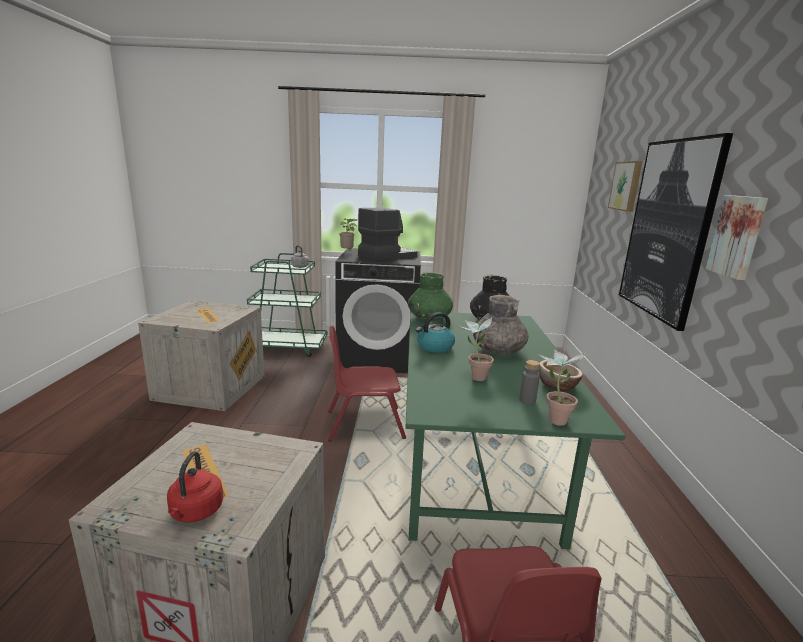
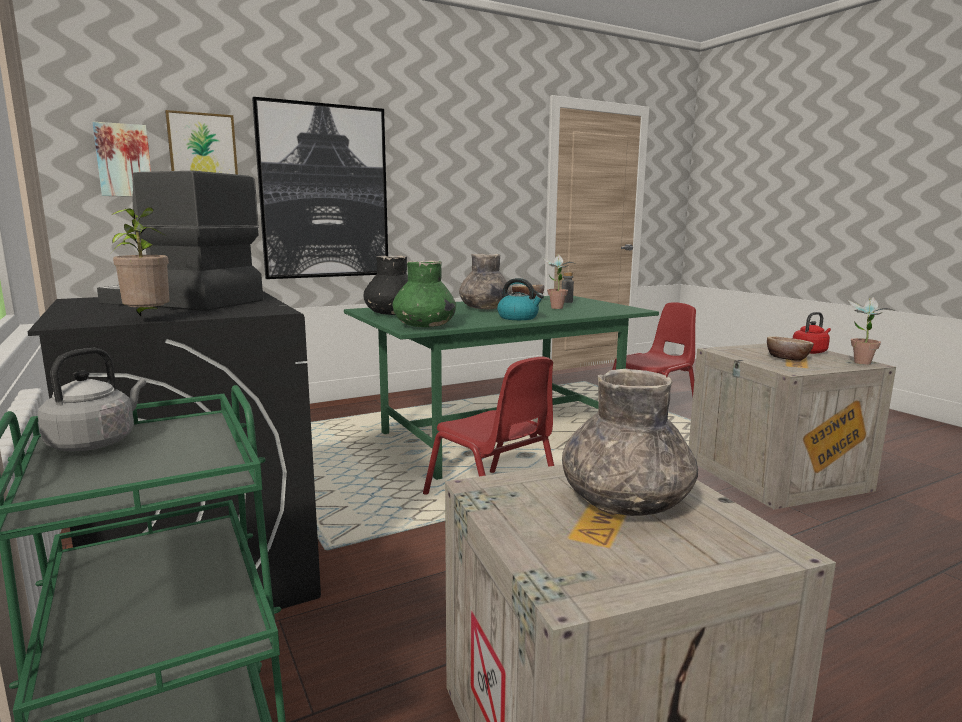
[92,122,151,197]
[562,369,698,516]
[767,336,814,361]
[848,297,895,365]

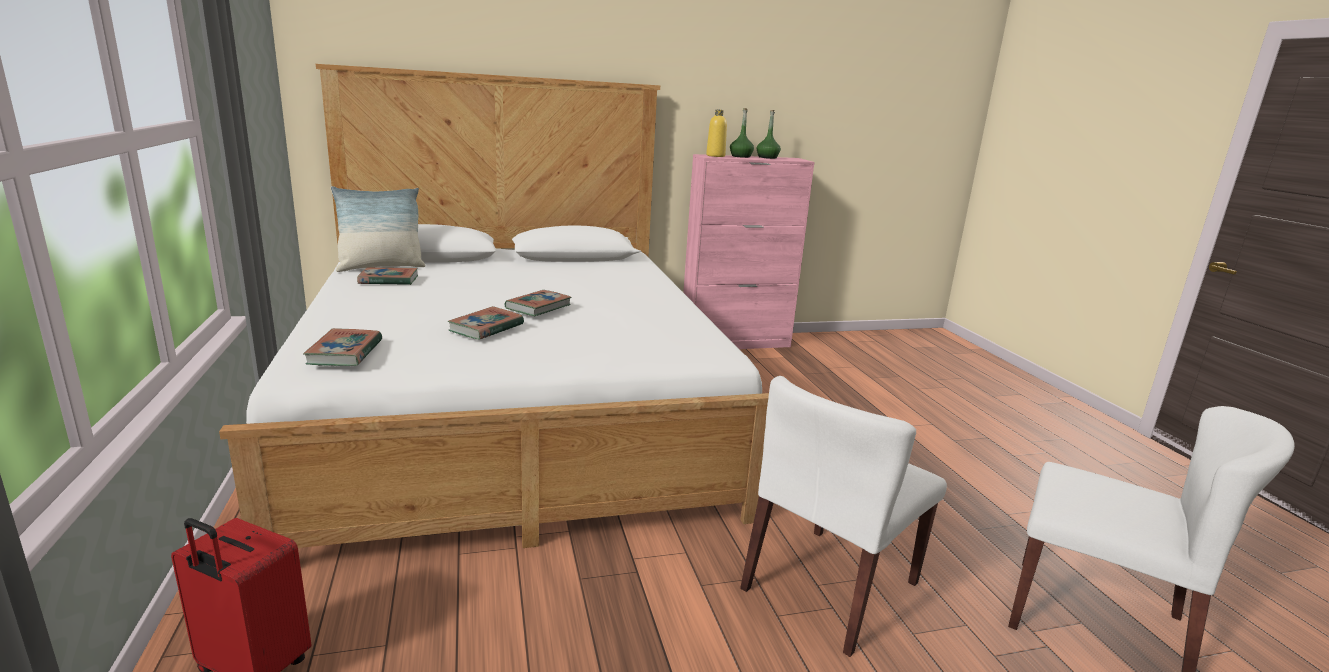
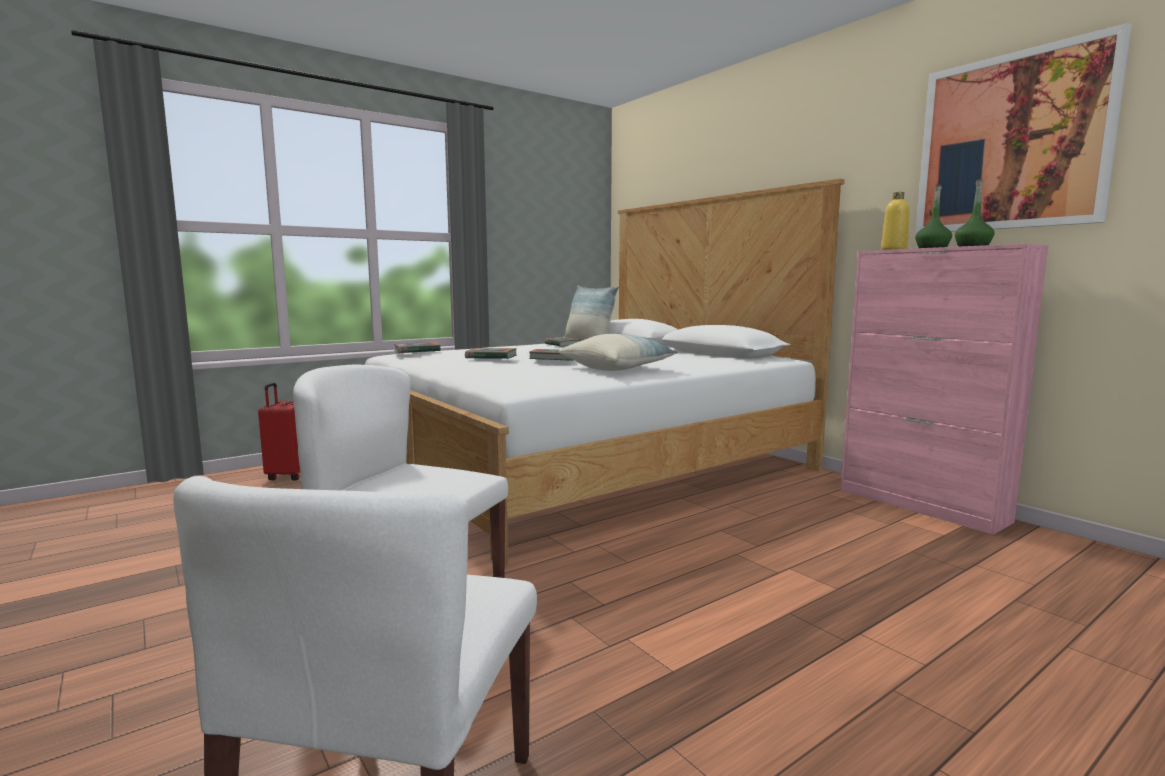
[559,334,678,371]
[915,23,1132,234]

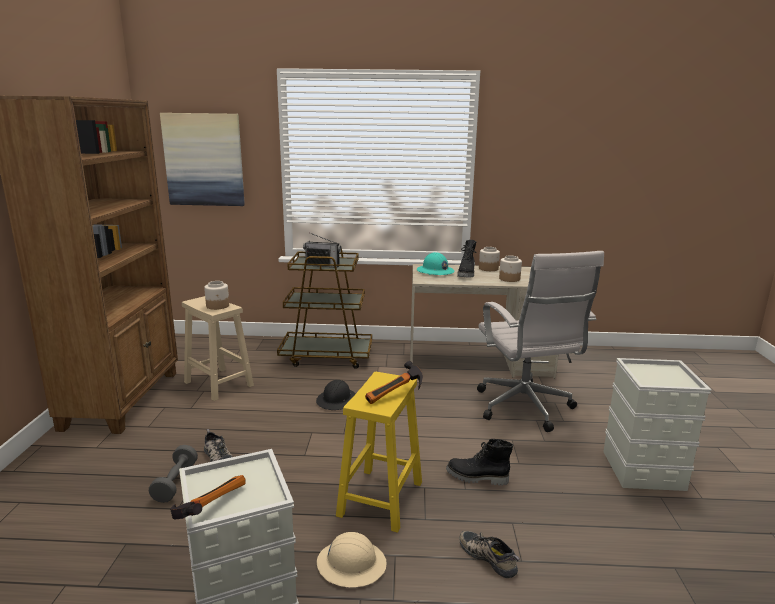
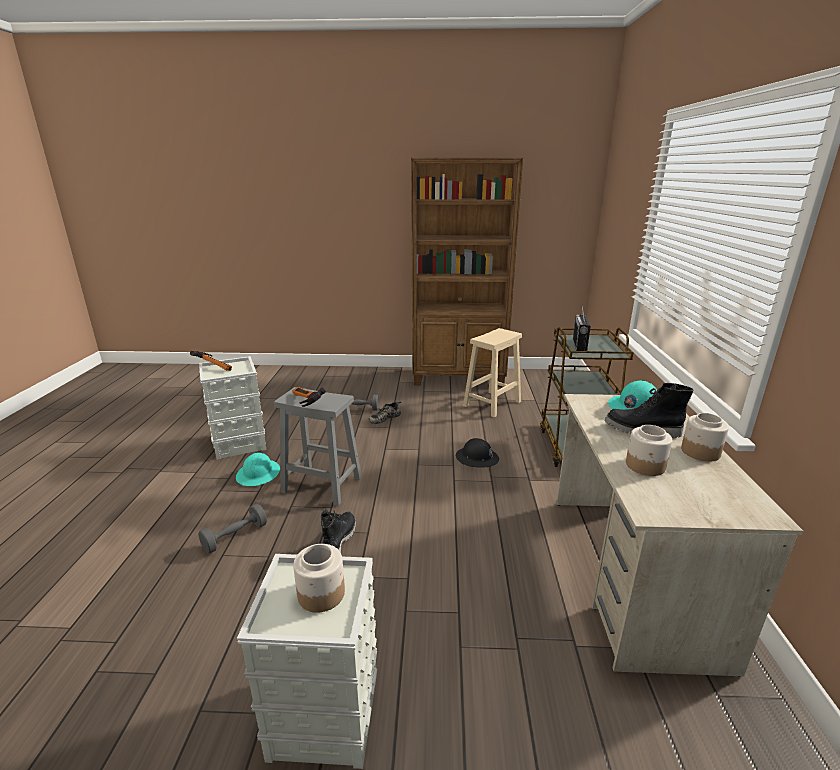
[198,504,267,553]
[236,453,280,486]
[274,387,362,506]
[293,544,345,613]
[160,113,245,206] (first image)
[477,251,604,432] (first image)

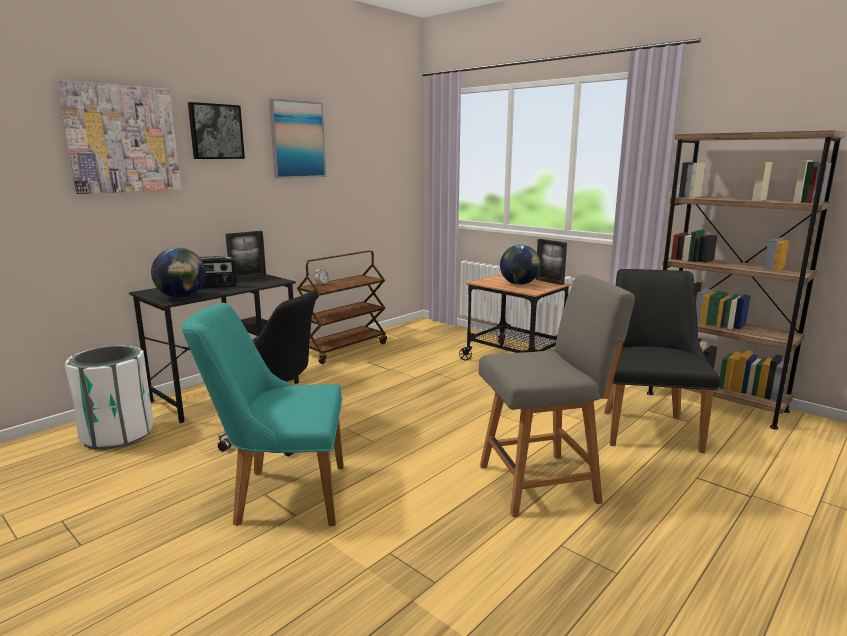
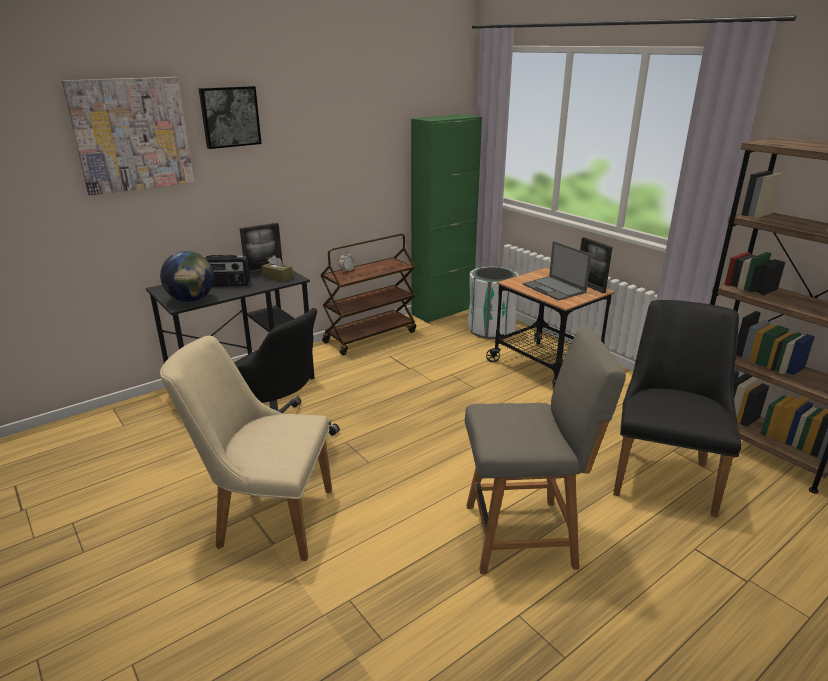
[160,336,332,561]
[262,255,293,282]
[411,114,482,323]
[467,267,519,339]
[523,241,592,301]
[269,99,326,179] (first image)

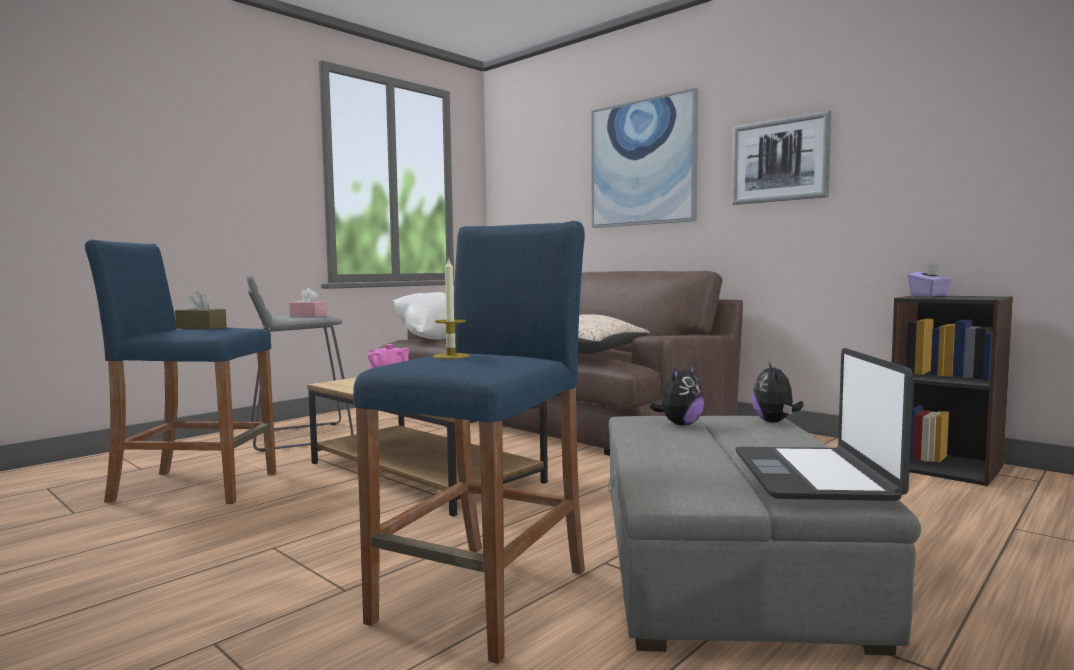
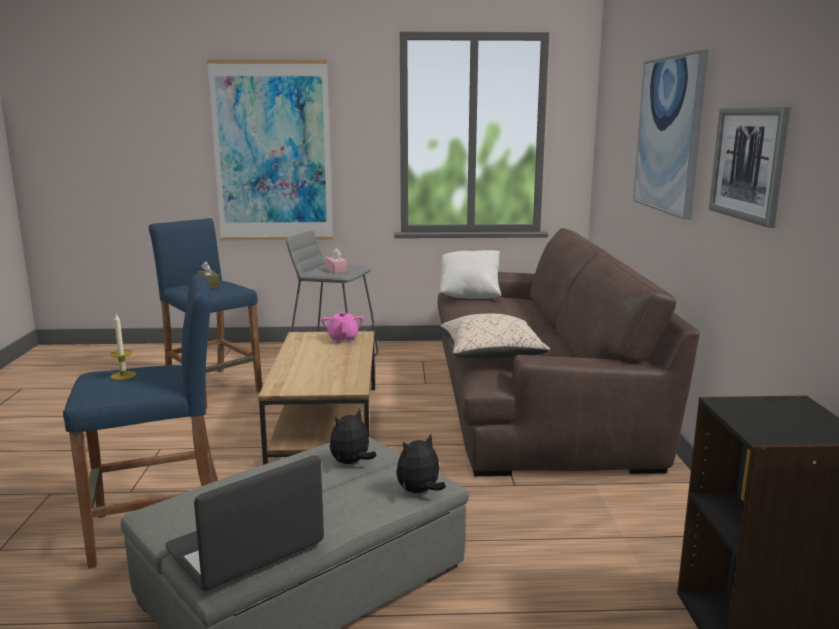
[207,60,333,240]
[330,409,376,464]
[908,264,952,297] (first image)

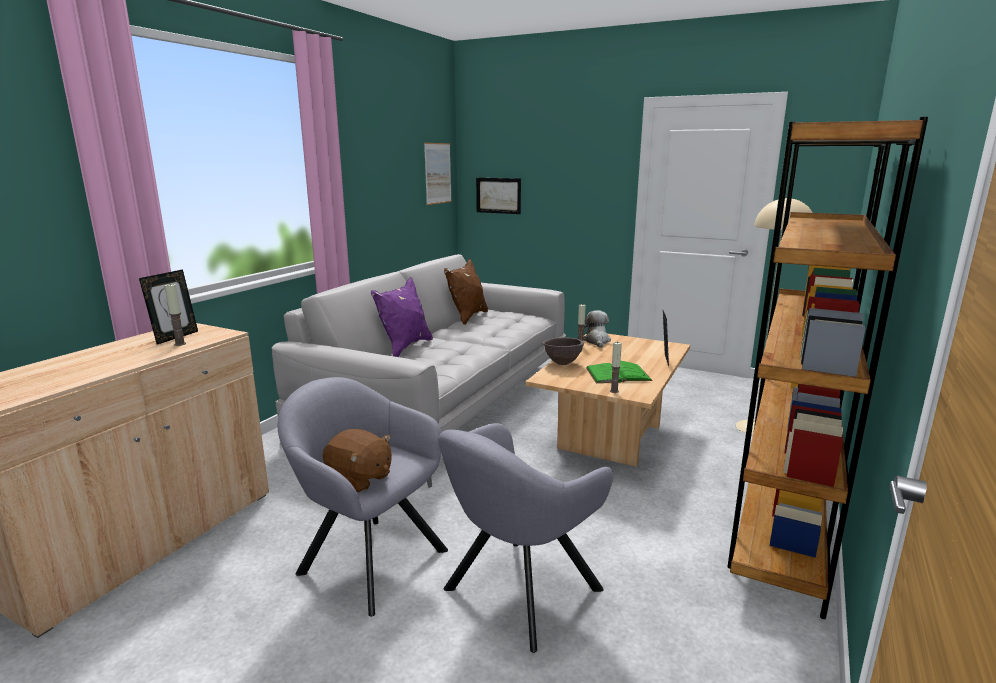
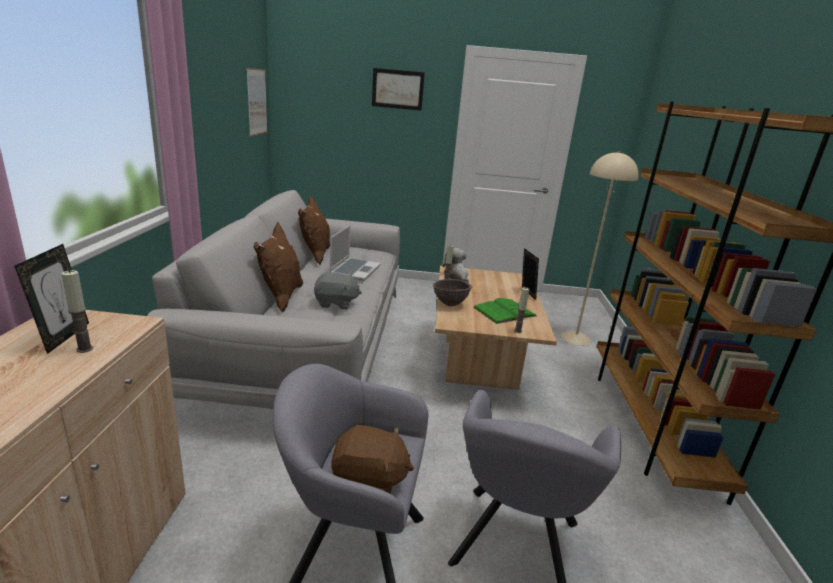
[254,222,303,312]
[314,272,362,309]
[330,225,381,281]
[372,68,425,111]

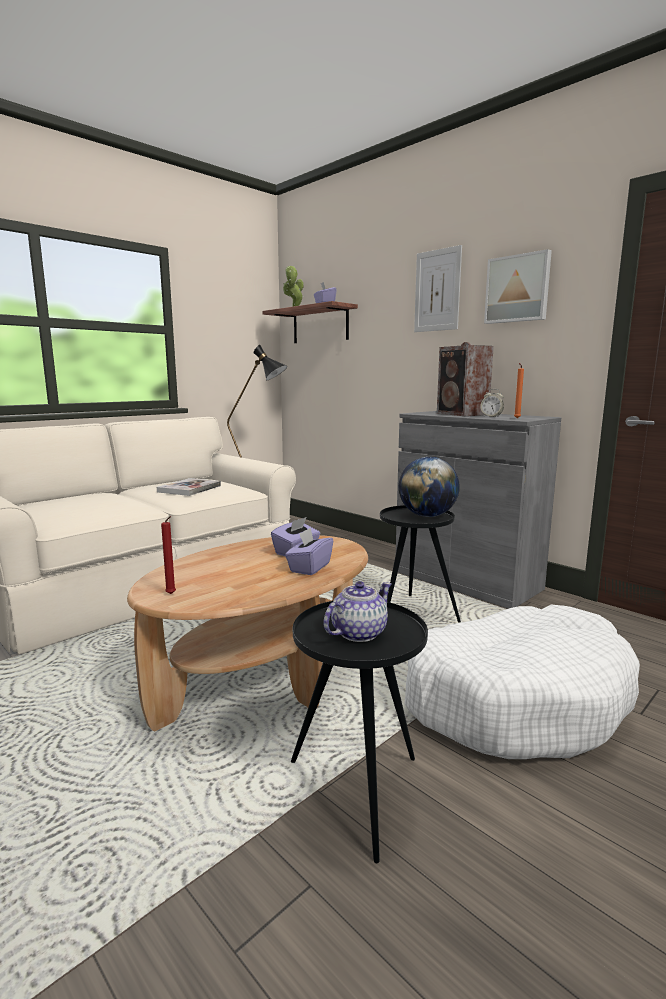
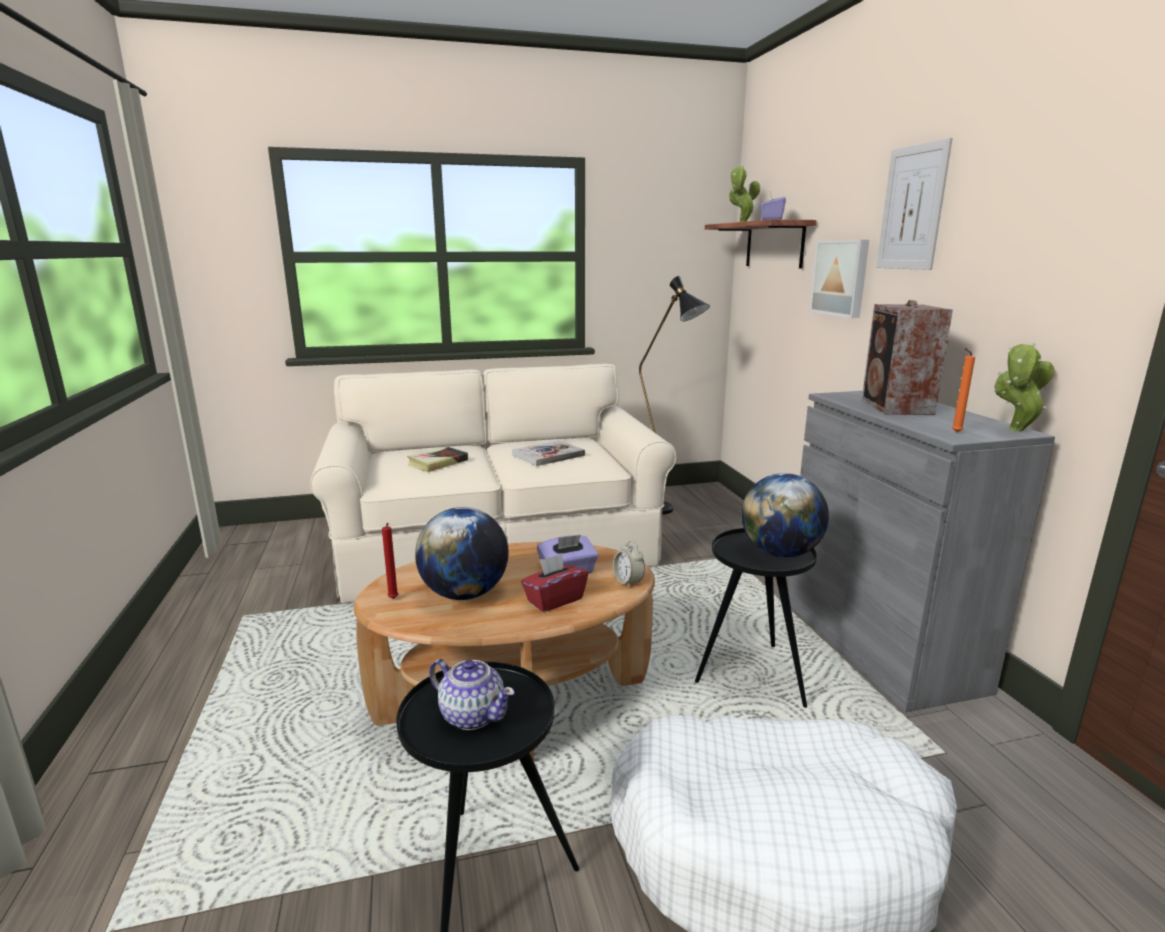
[407,446,468,472]
[415,507,509,600]
[429,659,515,730]
[521,554,588,612]
[613,540,645,588]
[809,240,869,318]
[993,343,1054,432]

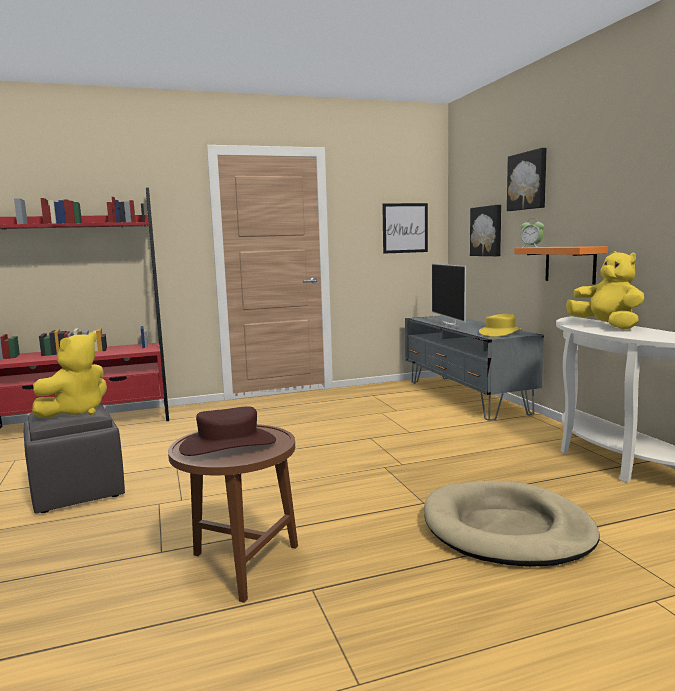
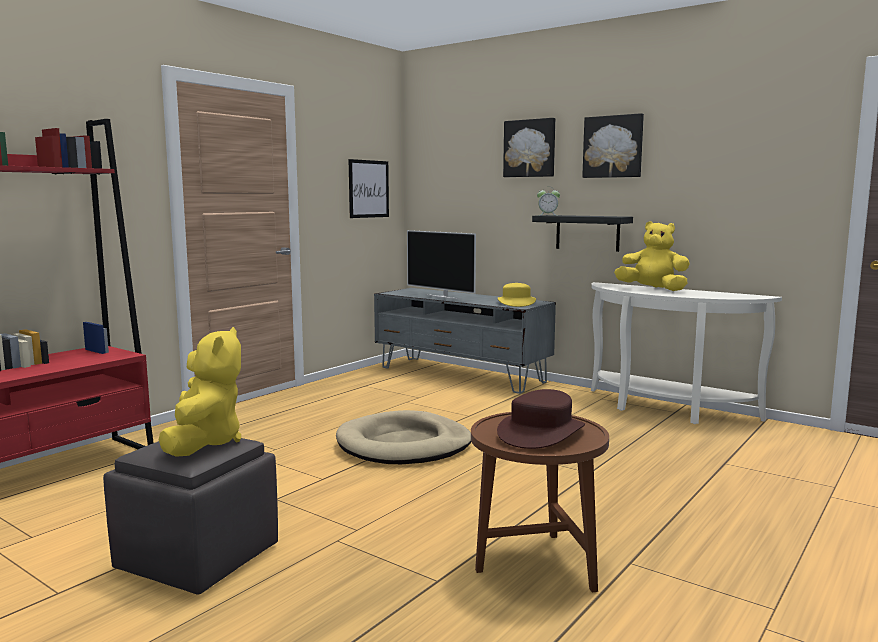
[336,410,471,464]
[532,215,633,252]
[582,113,644,178]

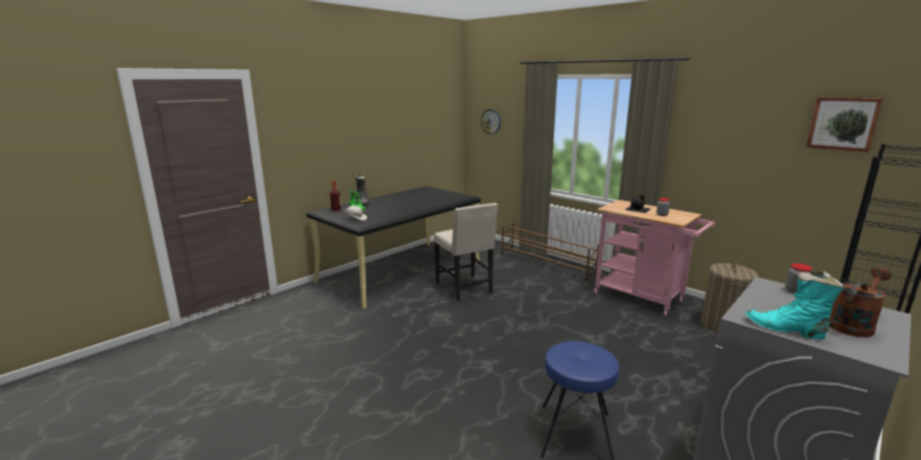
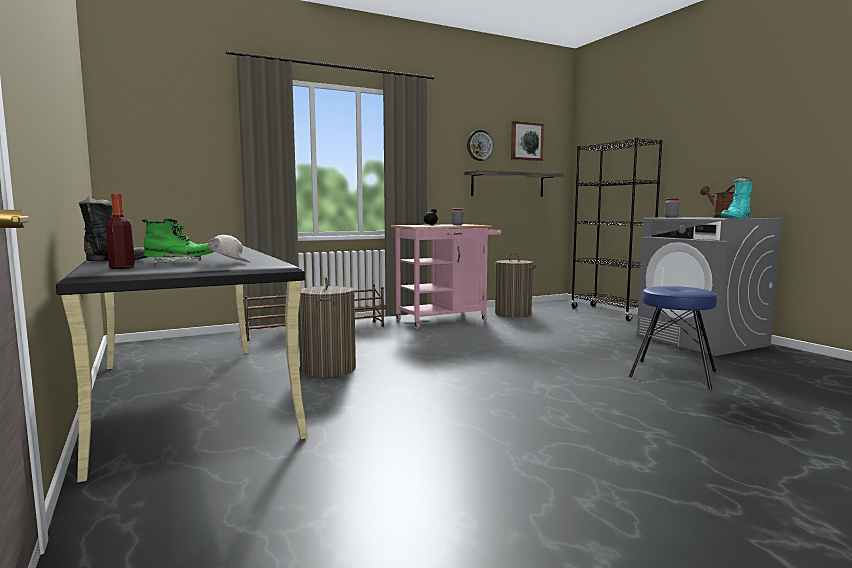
[298,276,356,377]
[464,170,564,197]
[467,130,494,161]

